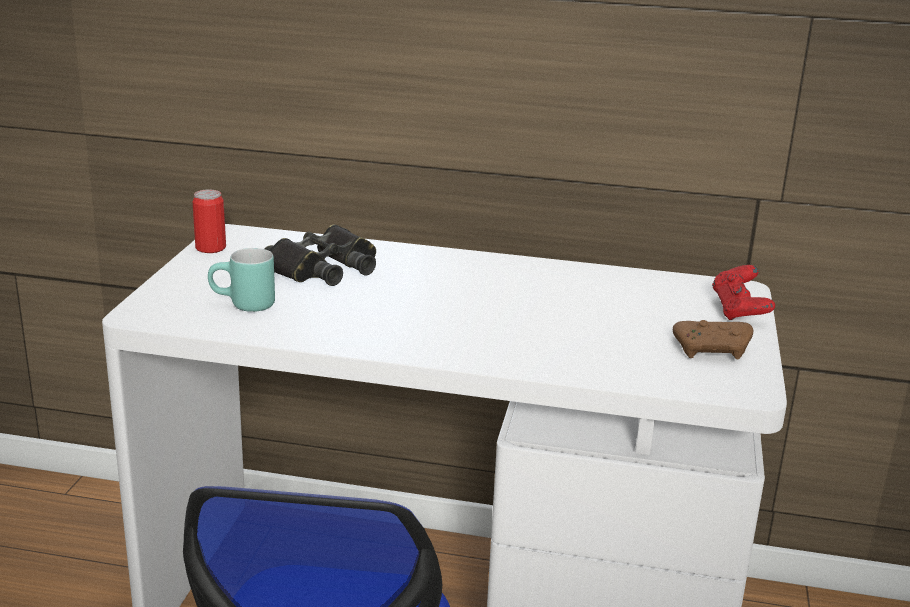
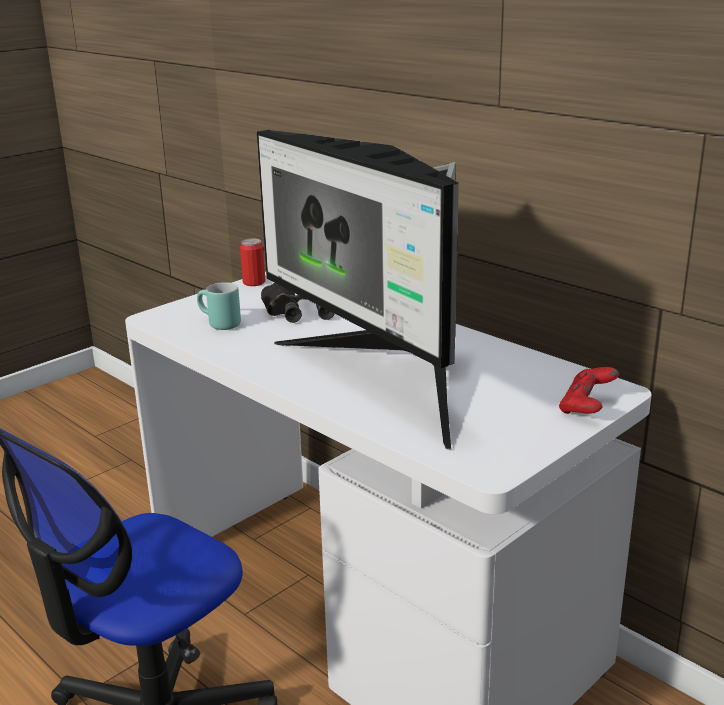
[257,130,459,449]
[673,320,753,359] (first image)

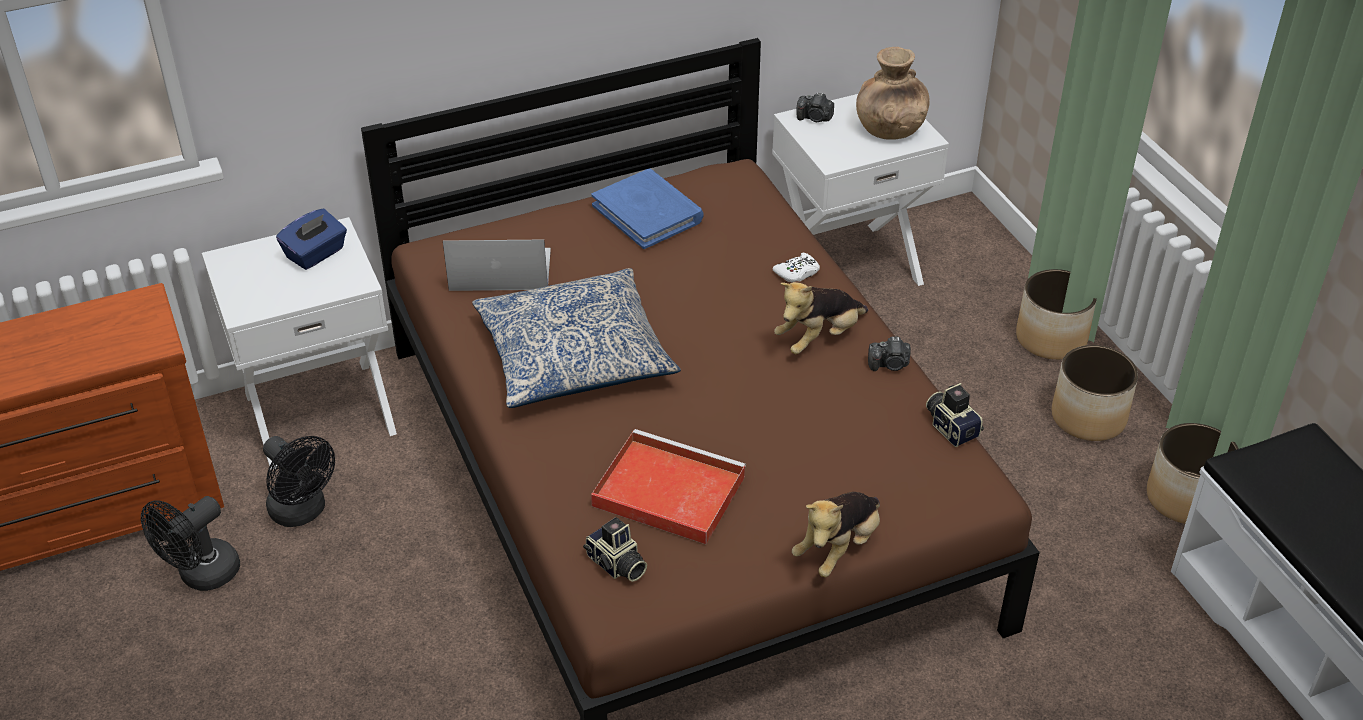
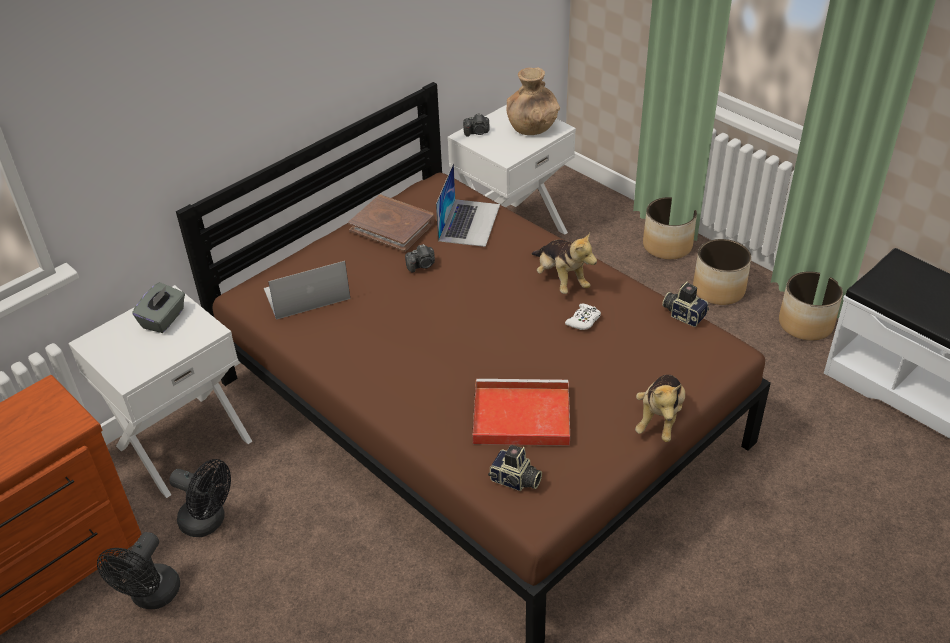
[132,282,185,333]
[348,195,435,252]
[405,244,435,273]
[436,163,500,247]
[532,232,597,294]
[565,304,601,330]
[472,268,681,408] (first image)

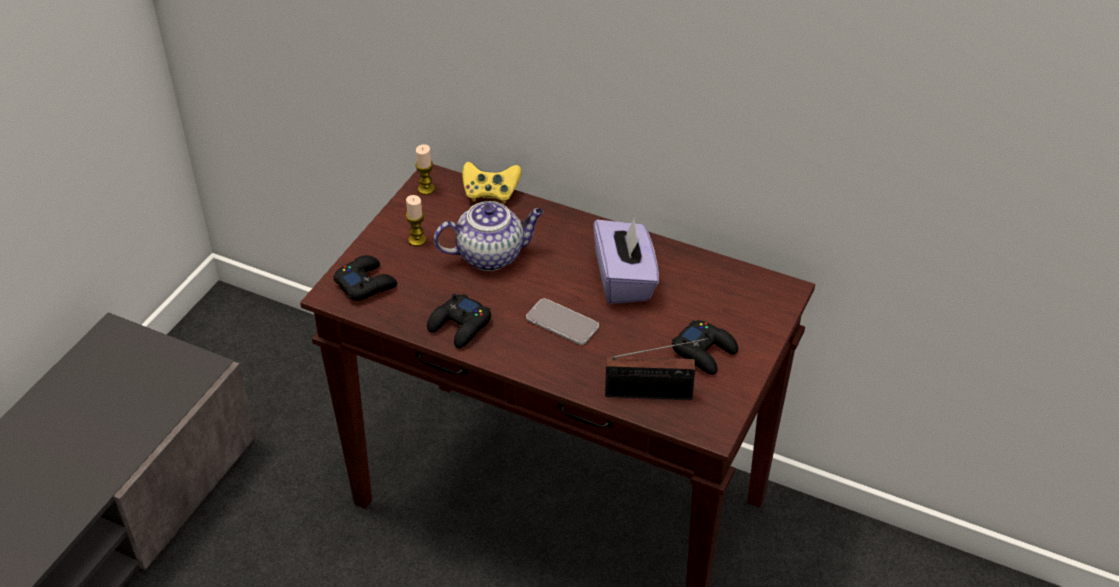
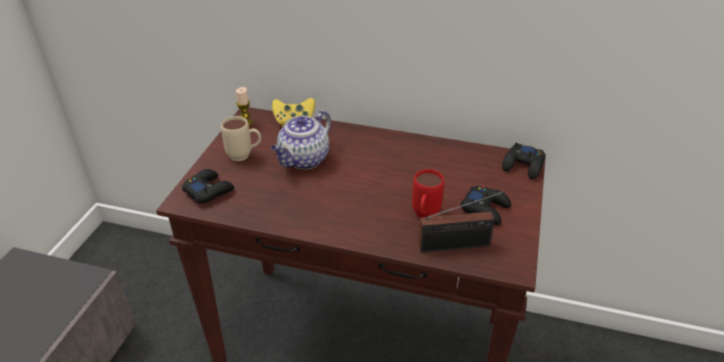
[221,116,261,161]
[271,110,331,169]
[412,169,444,218]
[502,143,545,179]
[526,298,599,345] (first image)
[593,217,659,304] (first image)

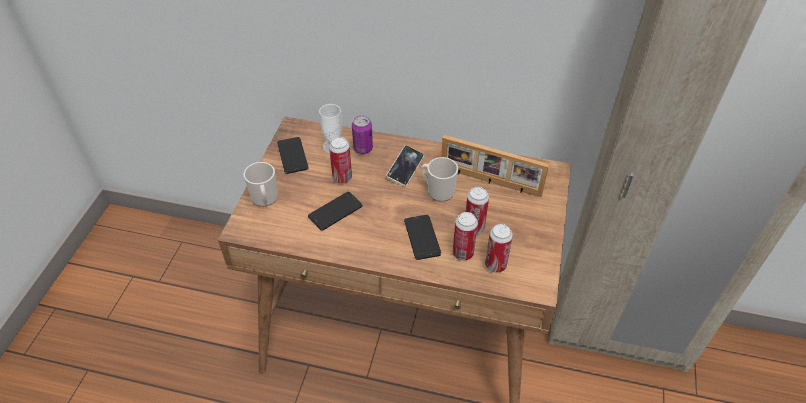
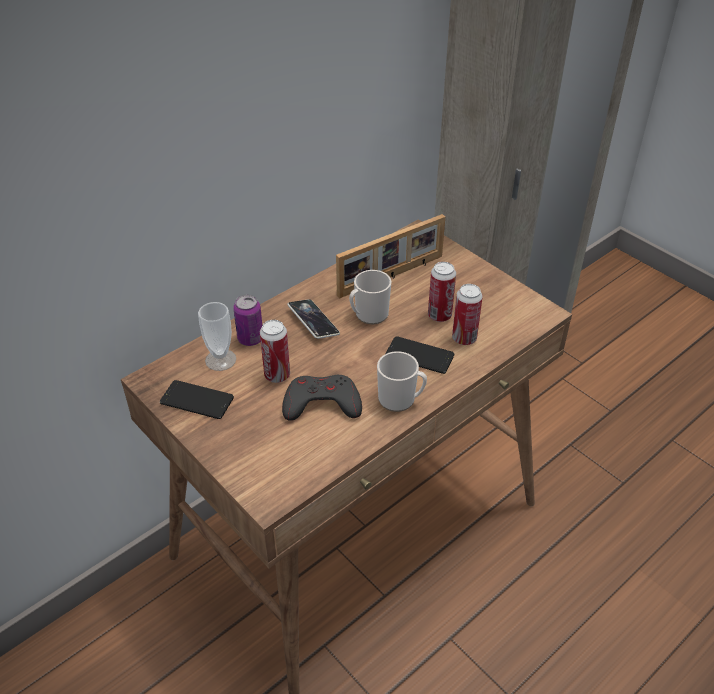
[282,375,362,421]
[377,351,427,412]
[485,224,513,273] (first image)

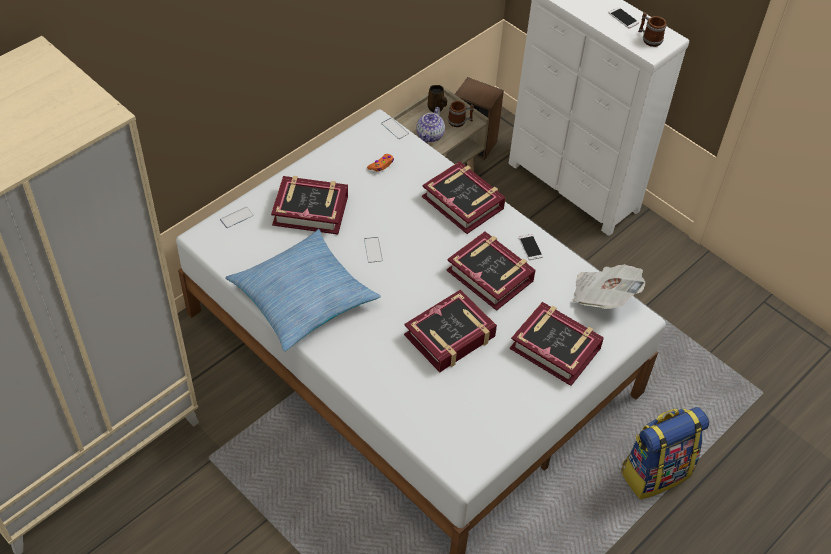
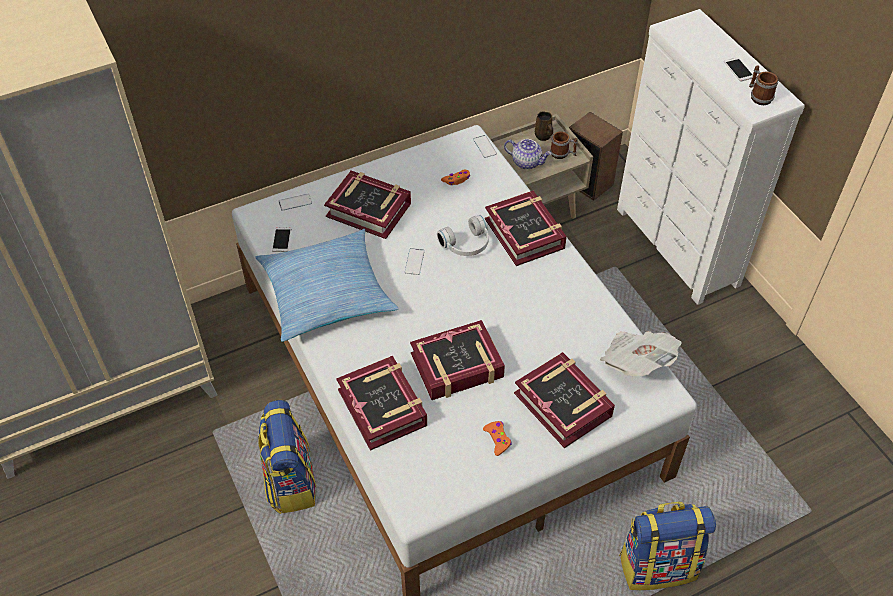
[258,400,316,514]
[272,227,291,252]
[336,356,427,451]
[437,215,489,256]
[483,421,512,456]
[504,139,552,169]

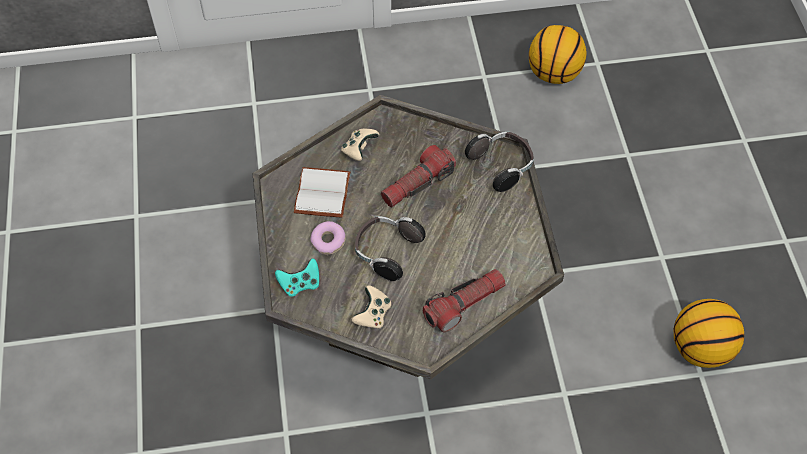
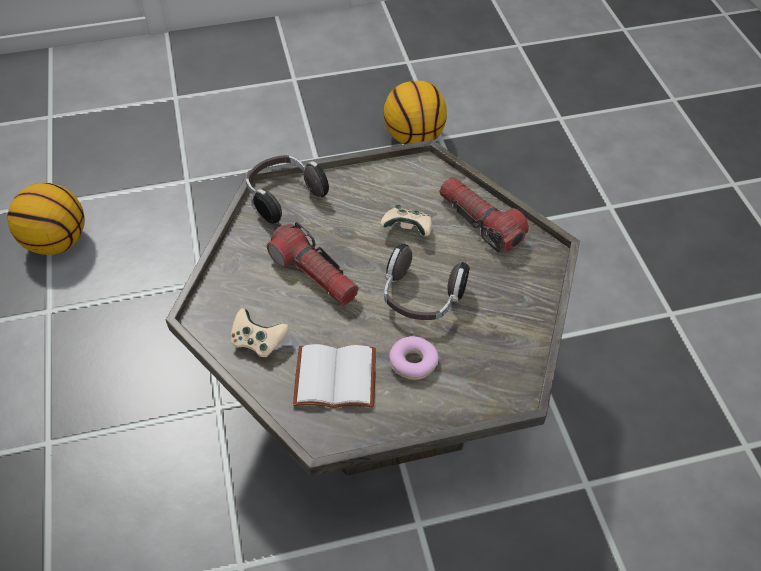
[380,205,432,237]
[275,258,319,296] (first image)

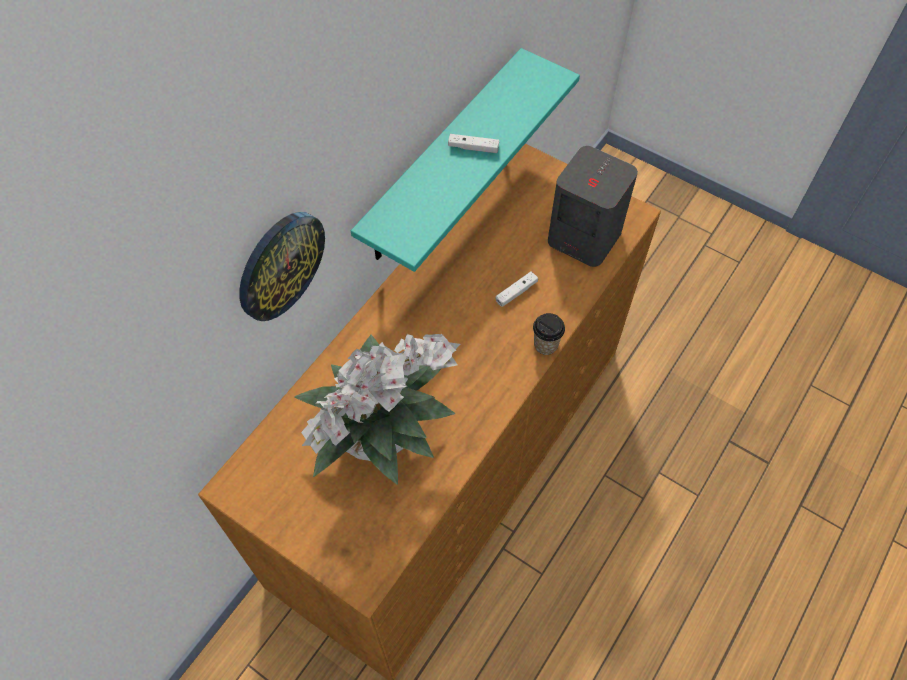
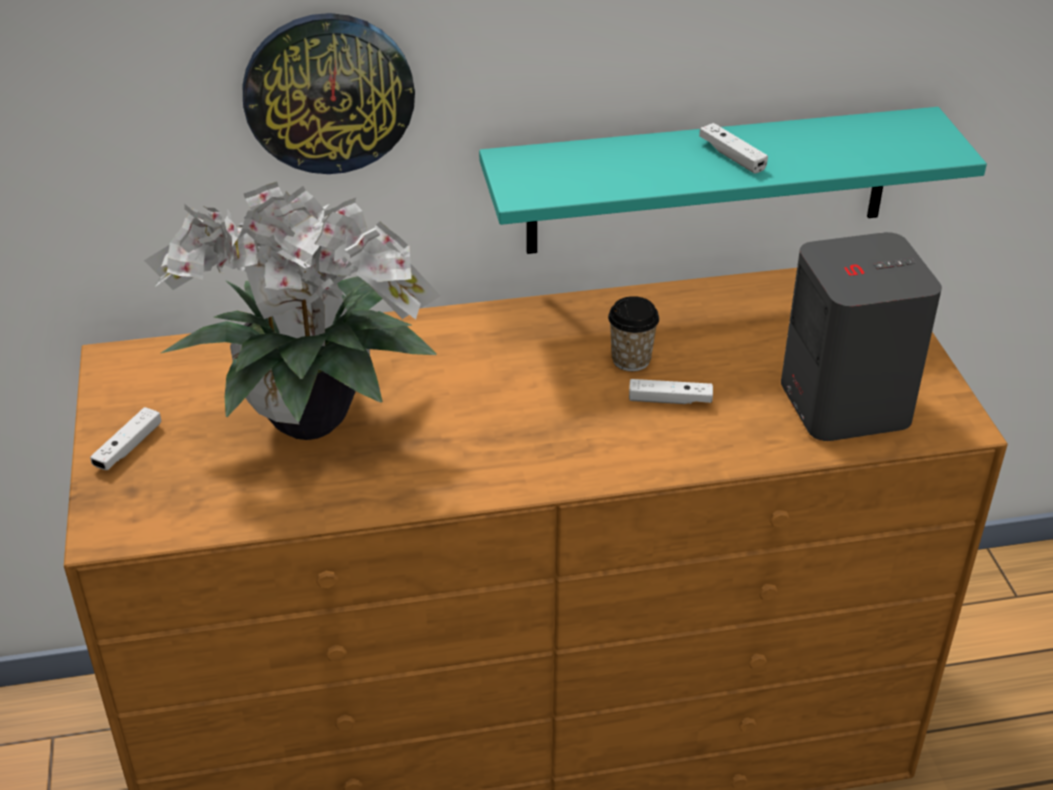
[90,407,161,470]
[608,296,659,371]

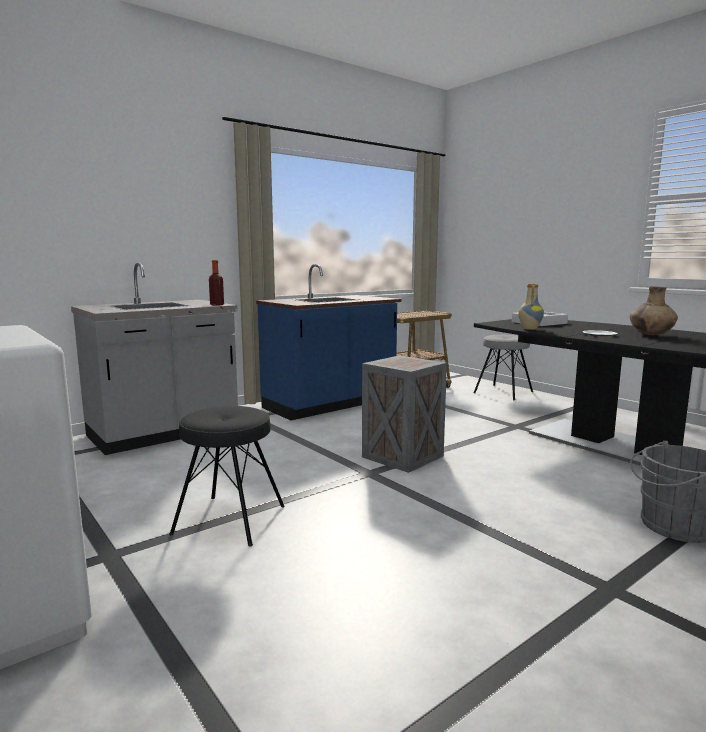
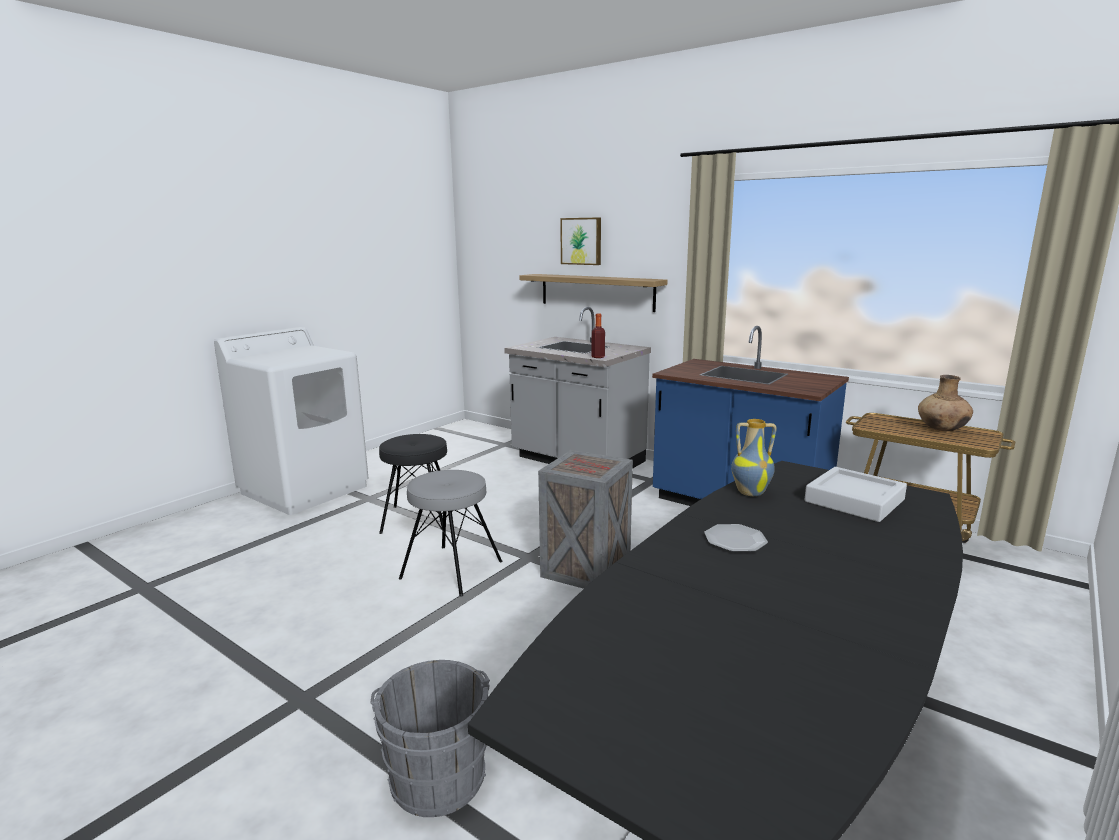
[399,470,502,597]
[520,274,668,312]
[560,218,601,265]
[918,375,973,431]

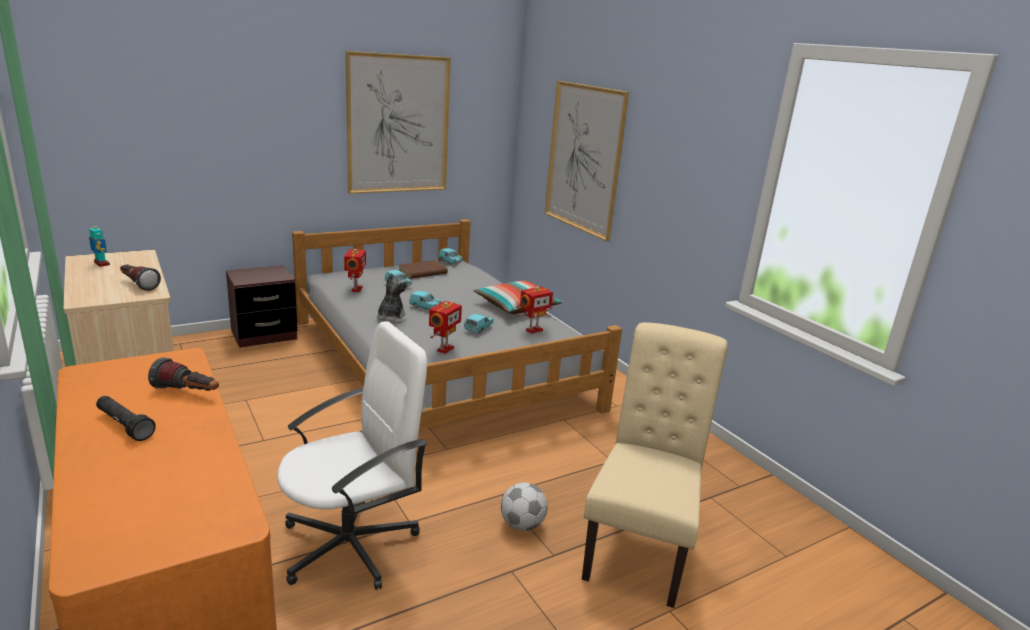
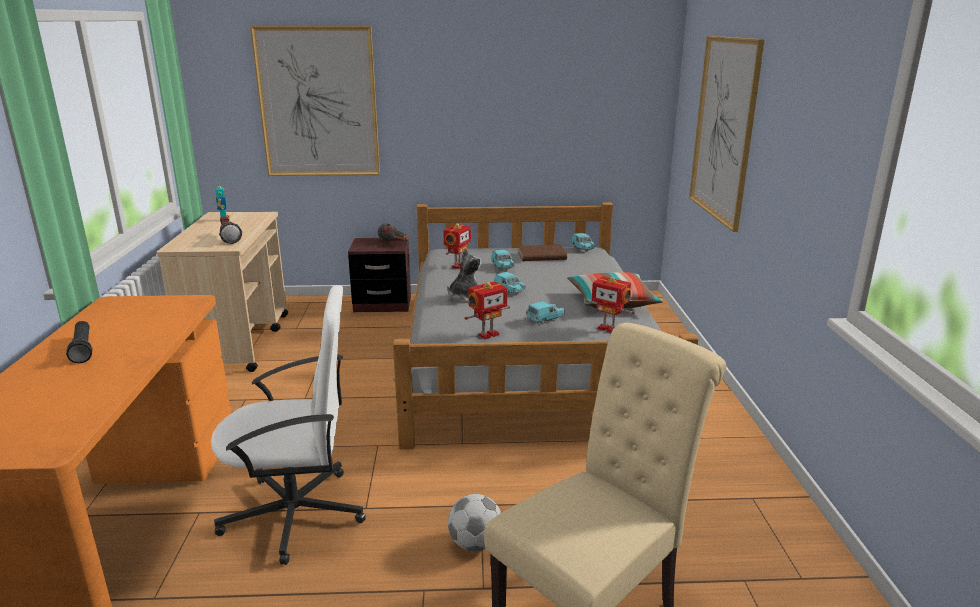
[250,26,380,176]
[378,223,409,241]
[587,276,635,333]

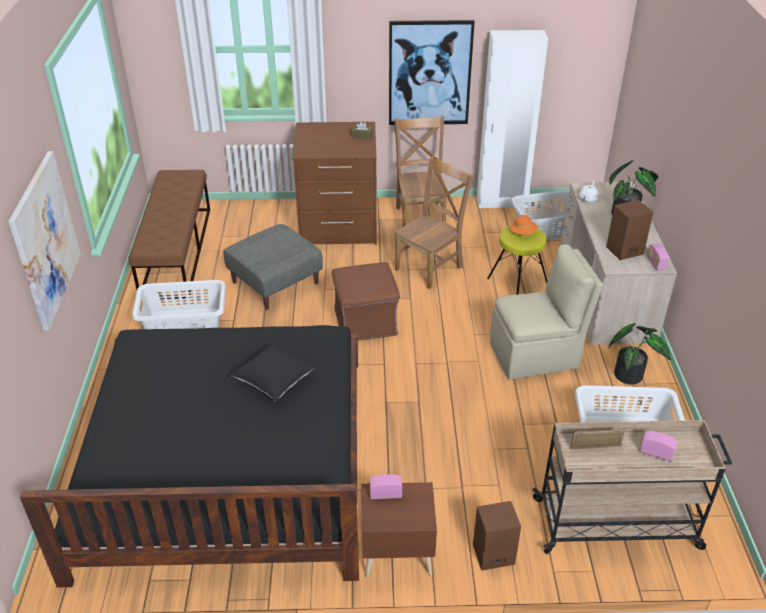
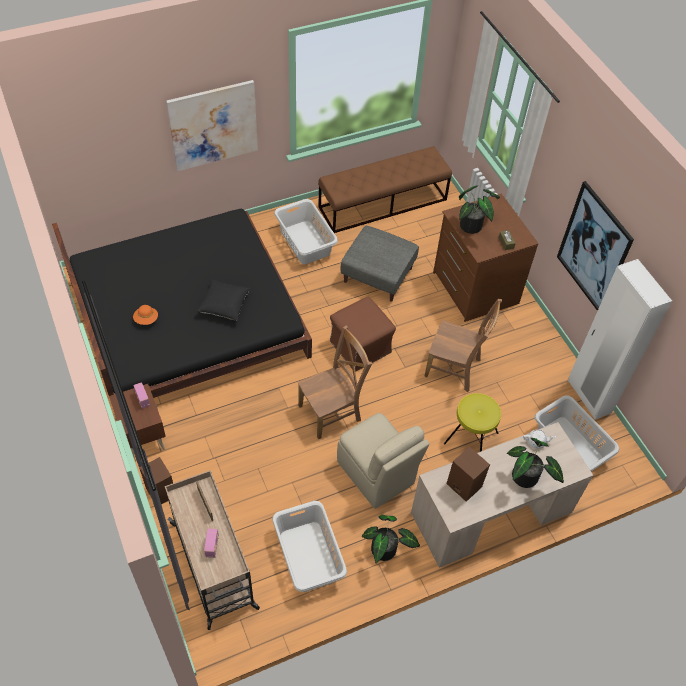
[133,305,158,325]
[298,326,372,439]
[459,185,500,234]
[647,244,669,271] (first image)

